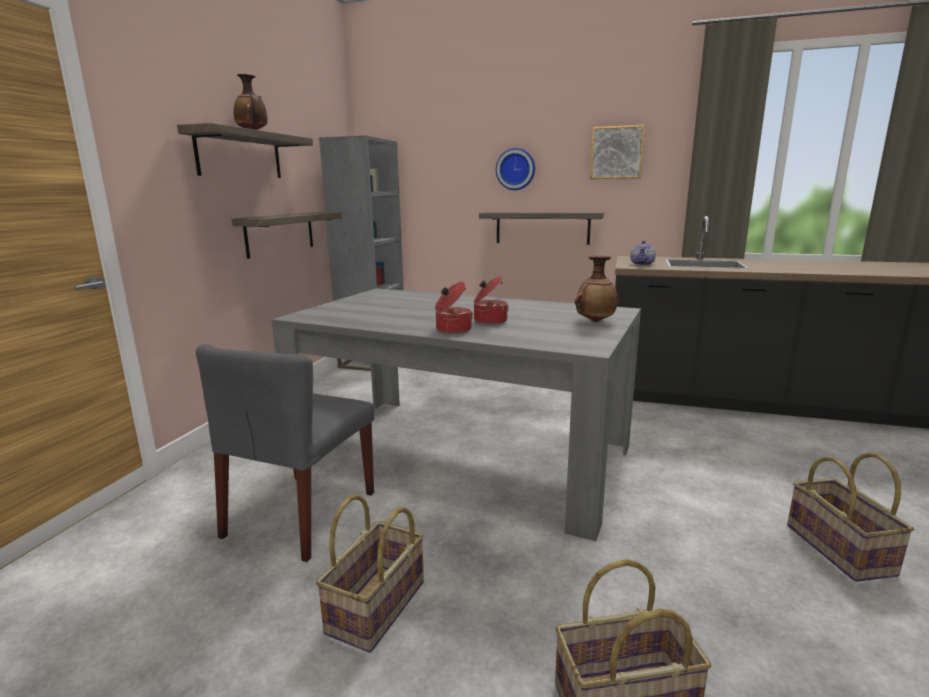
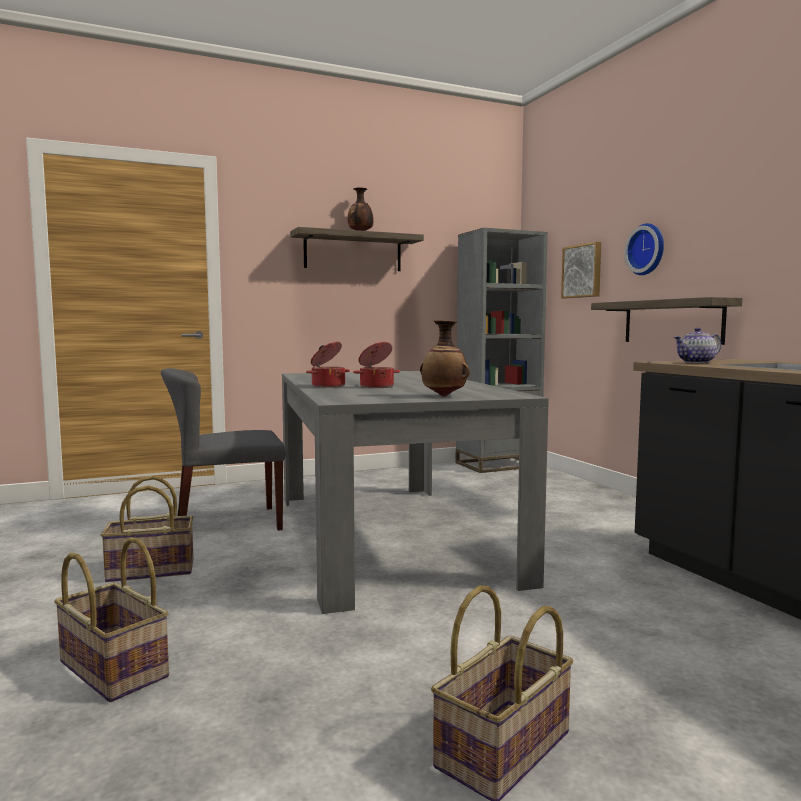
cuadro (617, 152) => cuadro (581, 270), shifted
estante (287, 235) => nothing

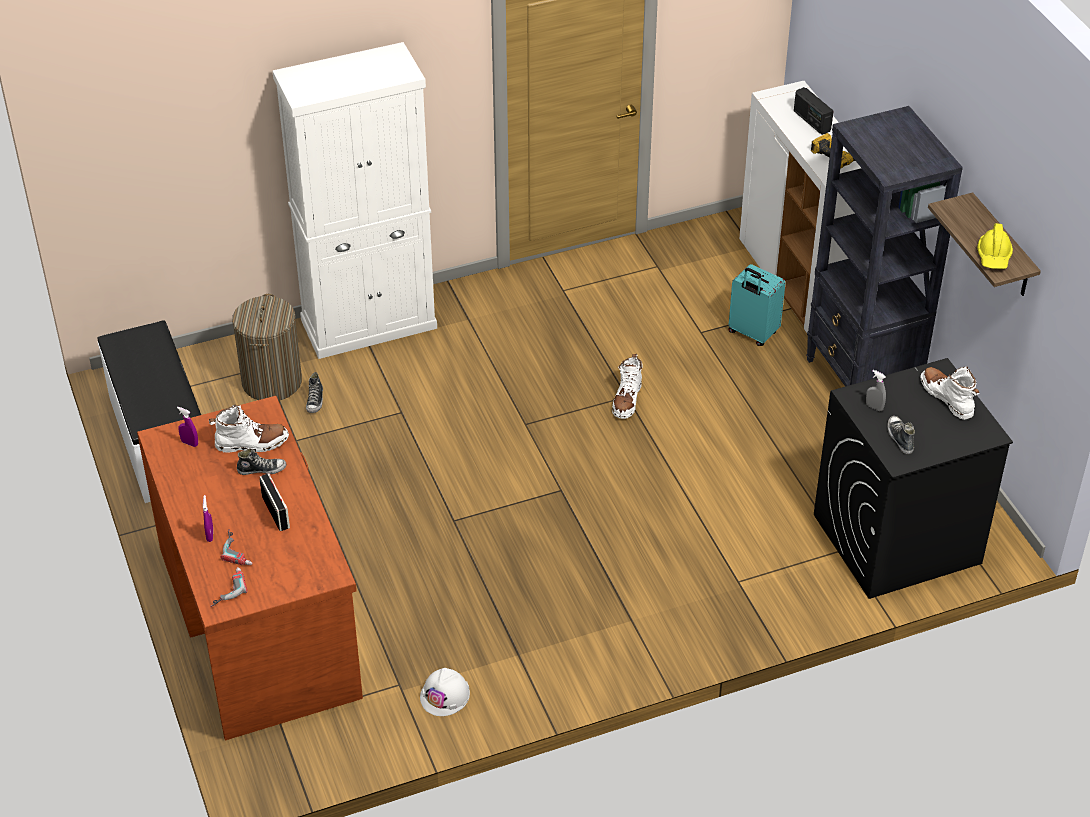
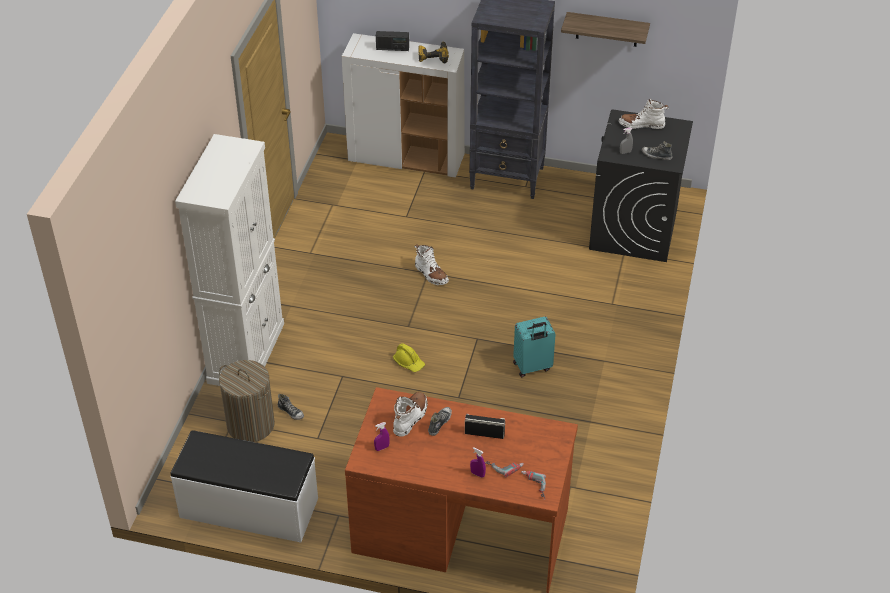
casco [amarillo] (995, 246) => casco [amarillo] (409, 357), shifted
maleta [turquesa] (757, 305) => maleta [turquesa] (534, 346), shifted
casco [blanco] (445, 692) => nothing

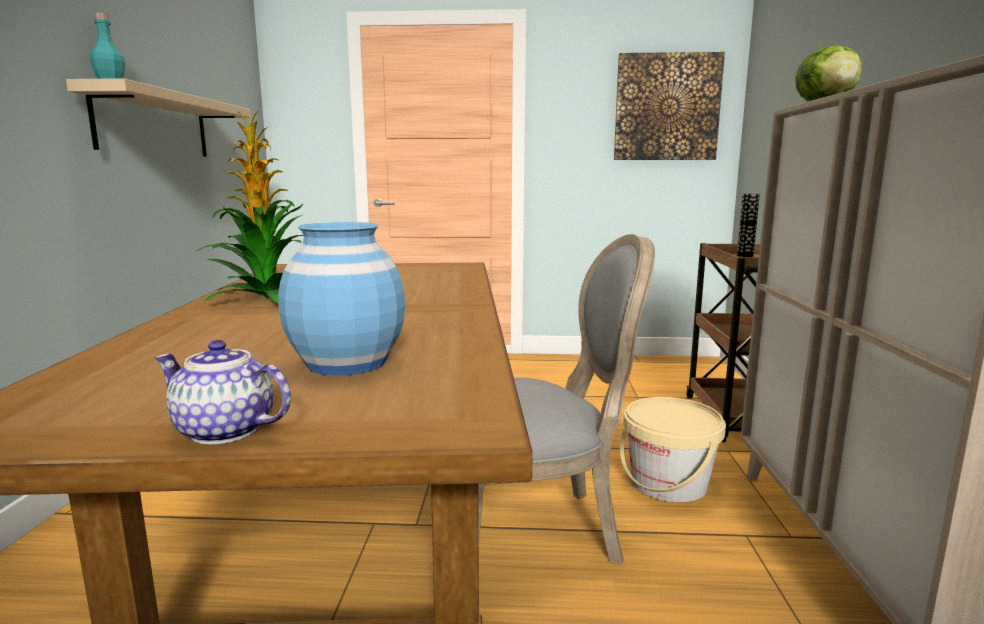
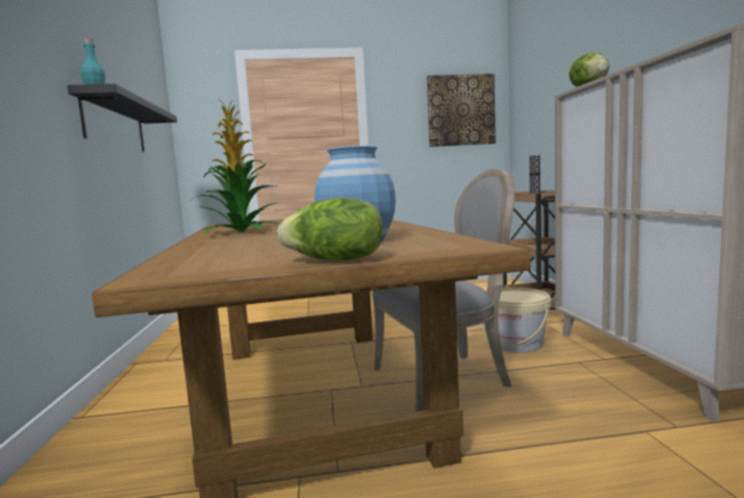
estante [beis] (158, 117) => estante [negro] (122, 118)
tetera (222, 392) => lechuga (330, 229)

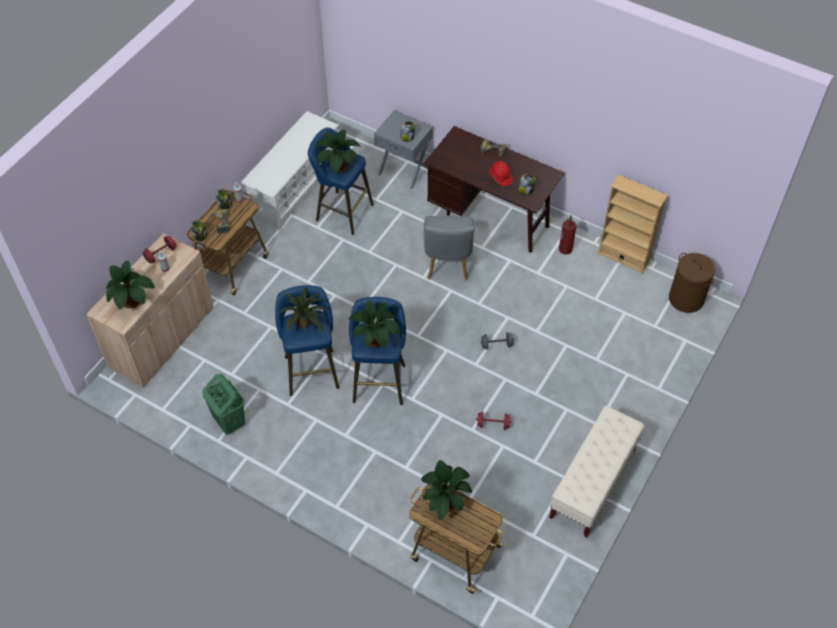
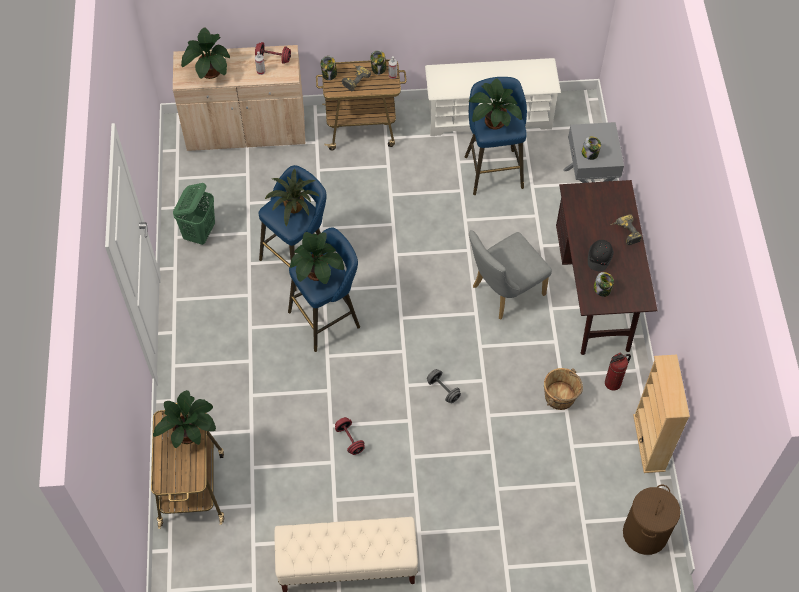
casco [rojo] (501, 174) => casco [negro] (601, 256)
nothing => cubo [marrón] (563, 389)

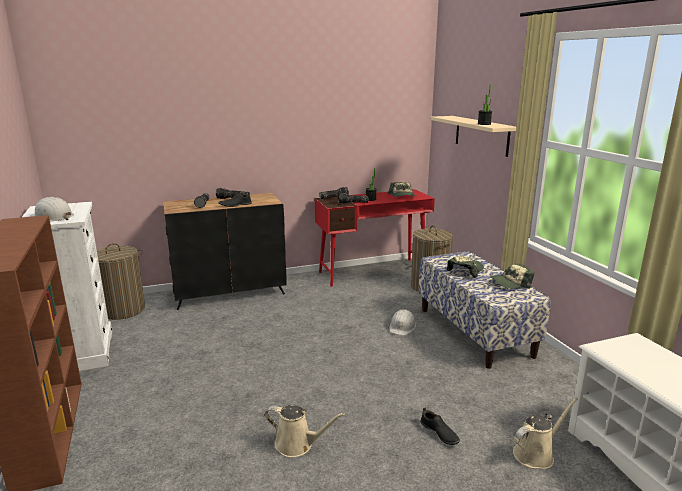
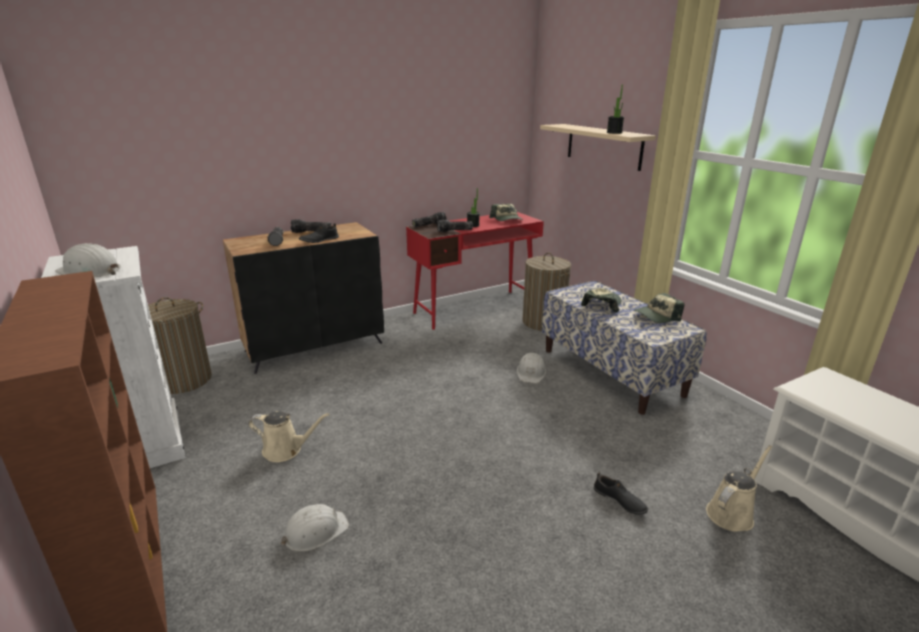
regadera [beis] (305, 431) => regadera [beis] (288, 436), shifted
nothing => casco [blanco] (315, 528)

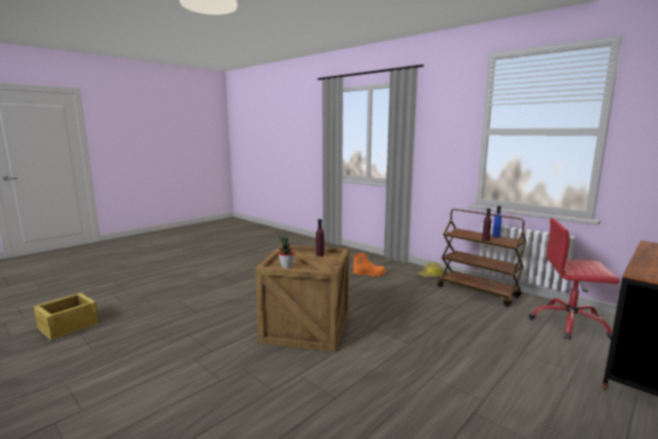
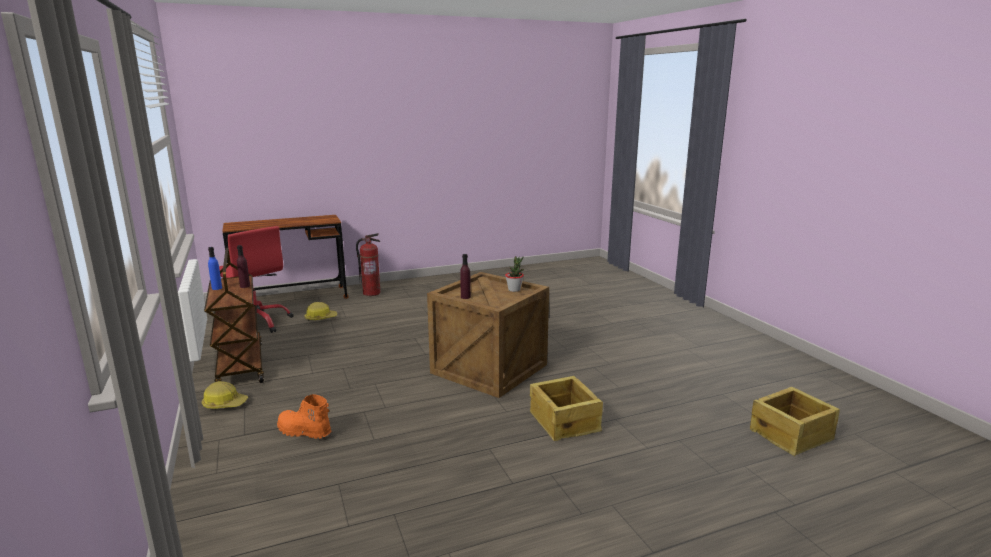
nothing => extintor (368, 264)
nothing => casco (320, 311)
nothing => caja de embalaje (566, 408)

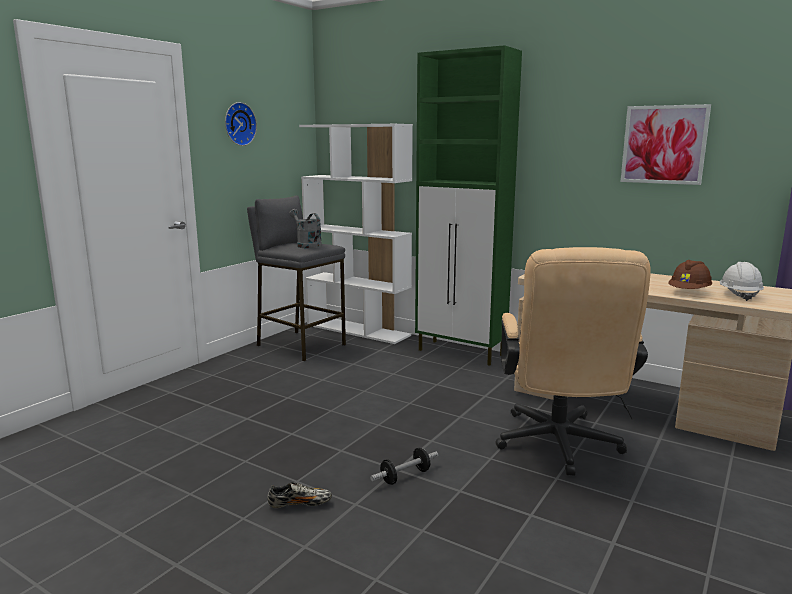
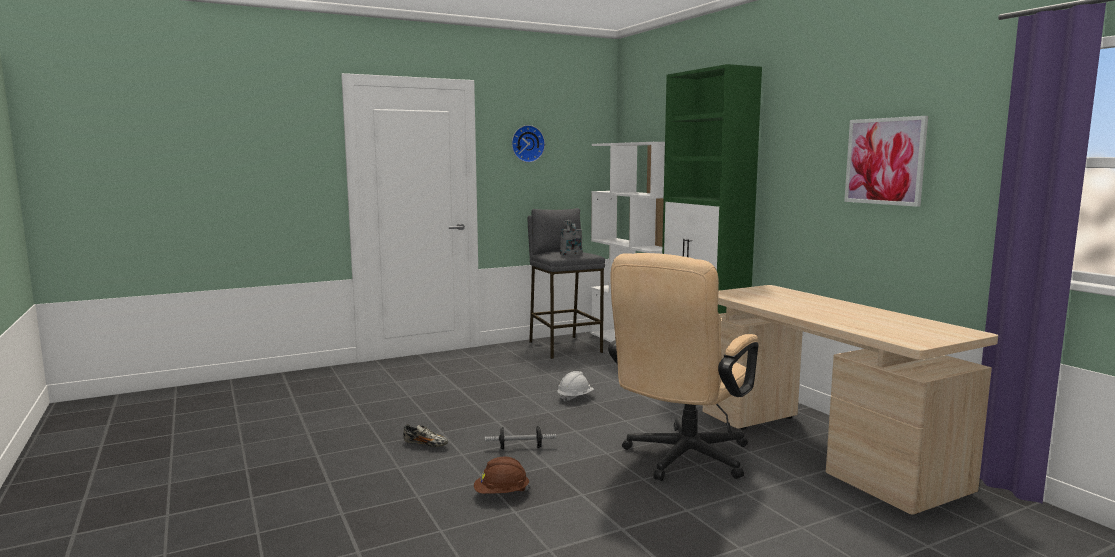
casco [marrón] (690, 274) => casco [marrón] (502, 475), shifted
casco [blanco] (742, 281) => casco [blanco] (575, 387), shifted

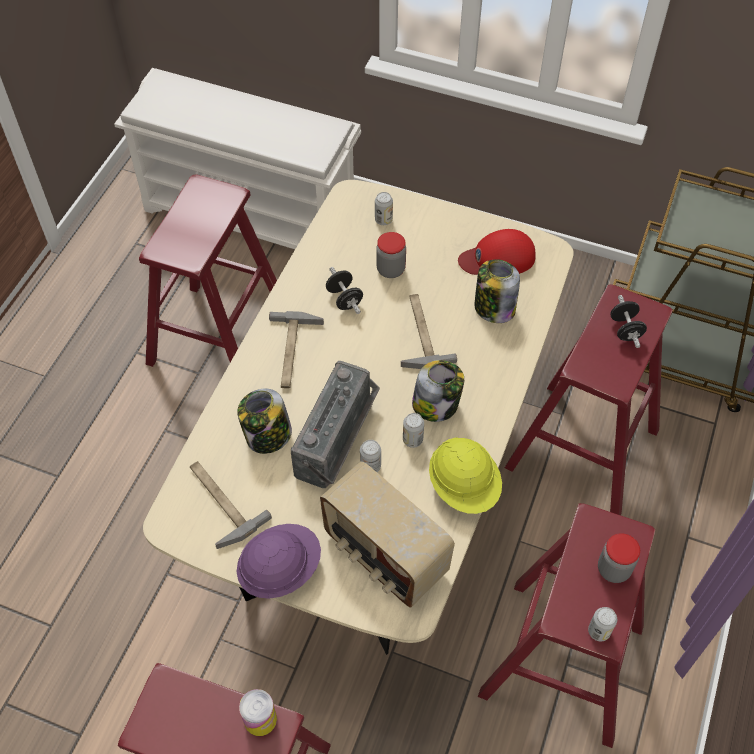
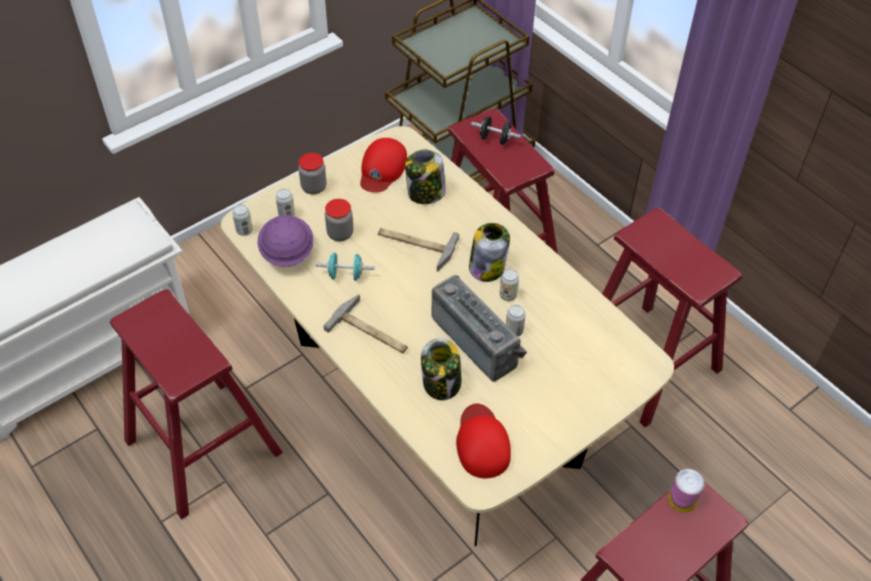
mancuerna [negro] (344, 290) => mancuerna [turquesa] (345, 267)
casco [amarillo] (465, 475) => nothing
martillo (231, 505) => gorra [rojo] (483, 440)
radio (387, 534) => nothing
casco [morado] (279, 561) => casco [morado] (286, 241), shifted
tarro (619, 558) => tarro (312, 173), shifted
lata (602, 624) => lata (242, 220), shifted

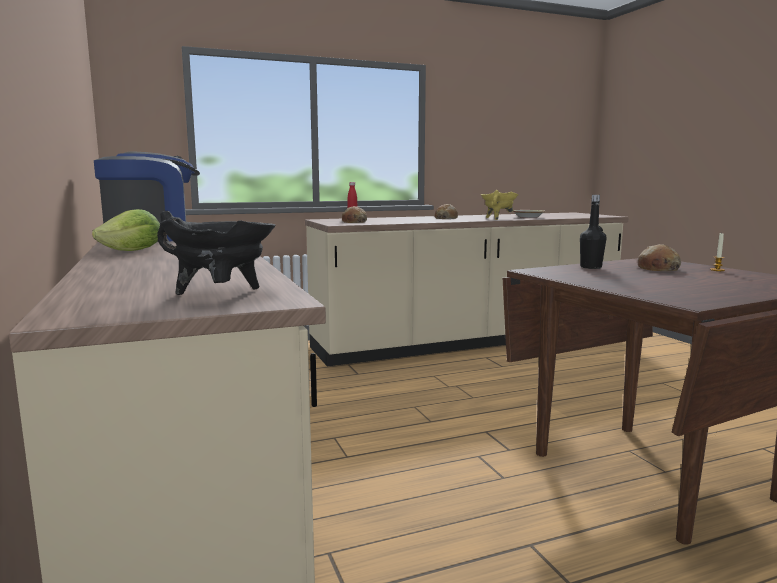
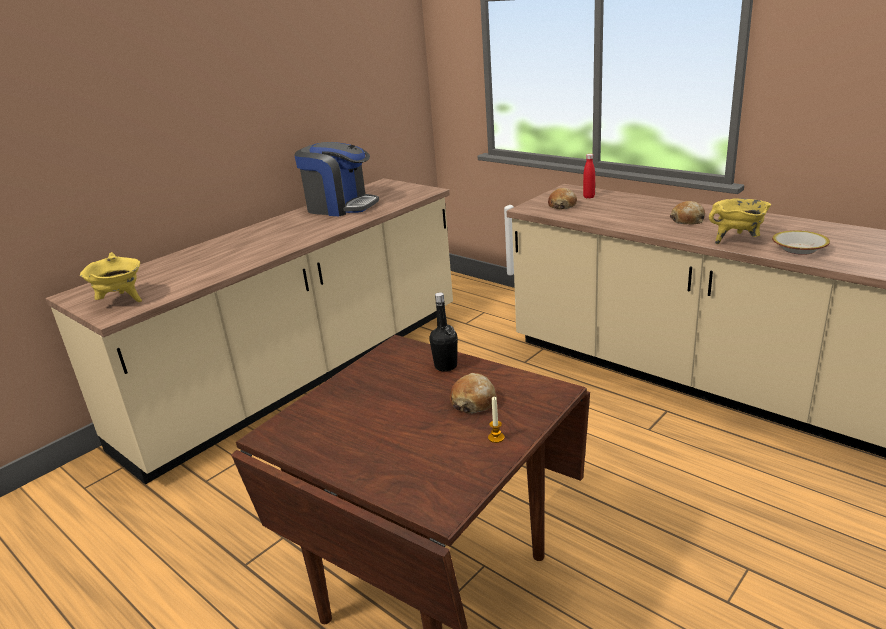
lechuga (126, 230) => nothing
olla [negro] (216, 253) => olla [amarillo] (111, 277)

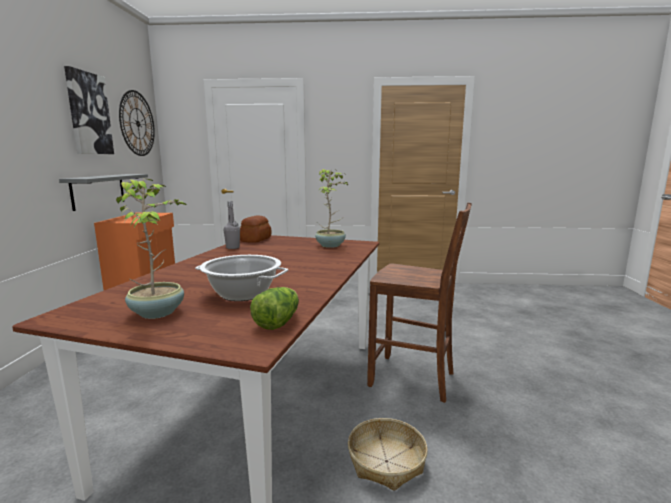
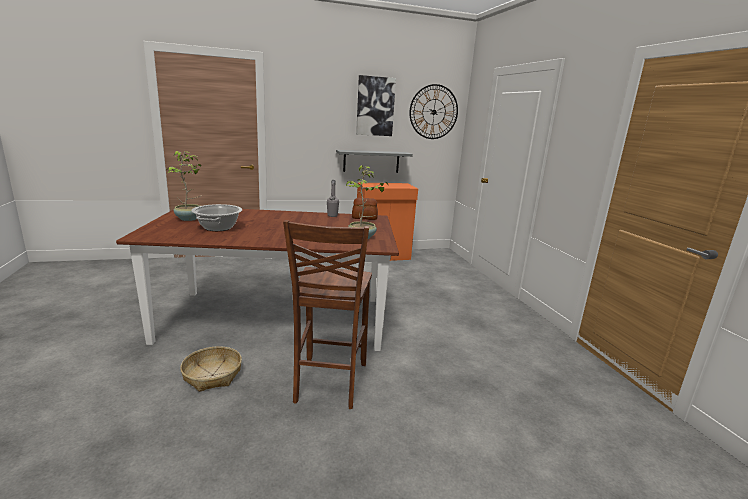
lechuga (274, 308) => nothing

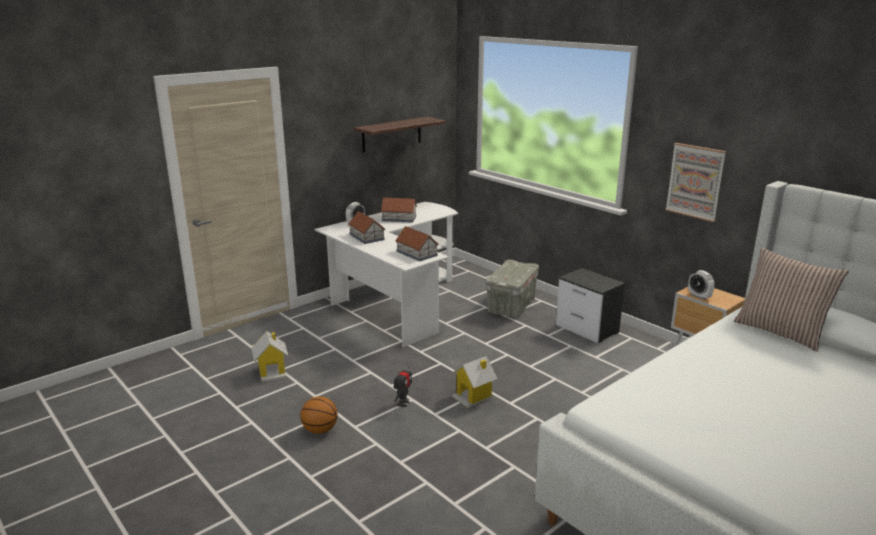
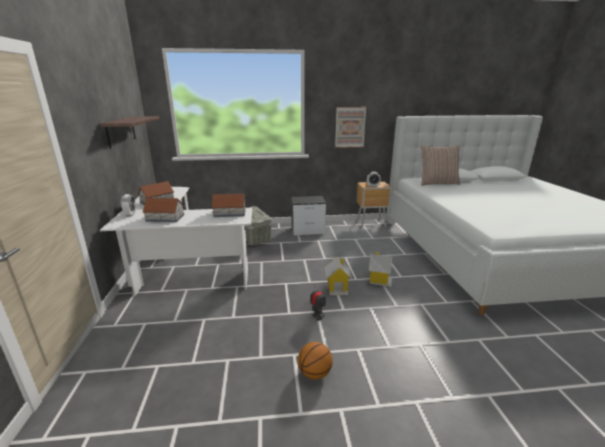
casita (270, 356) => casita (380, 269), shifted

